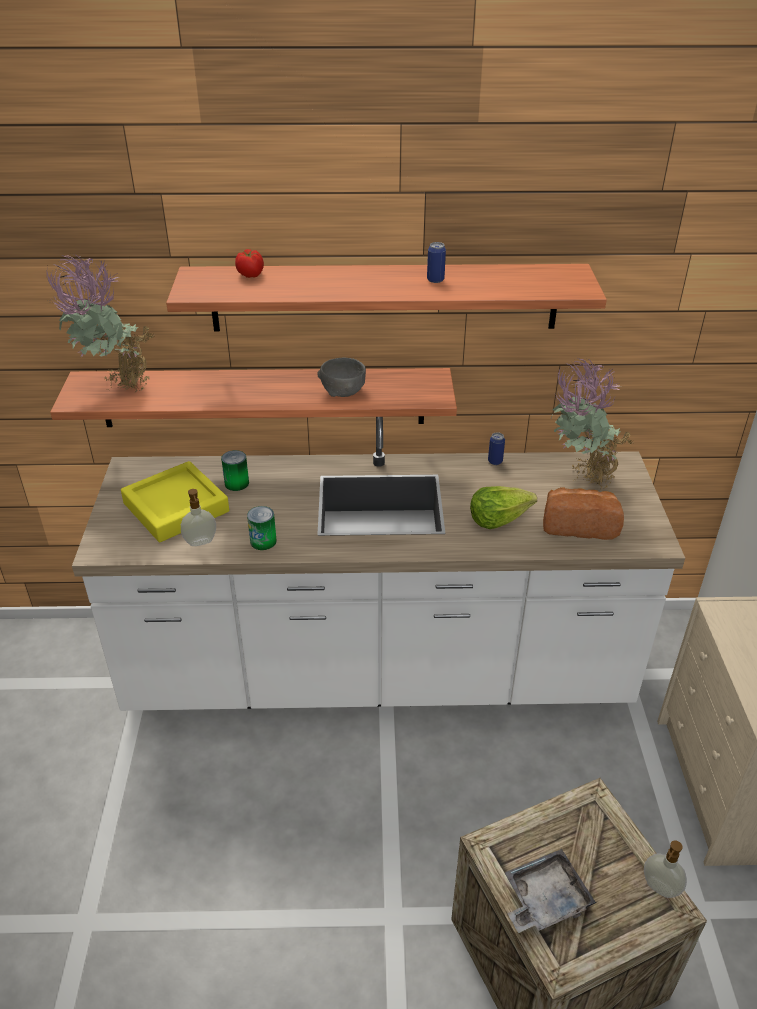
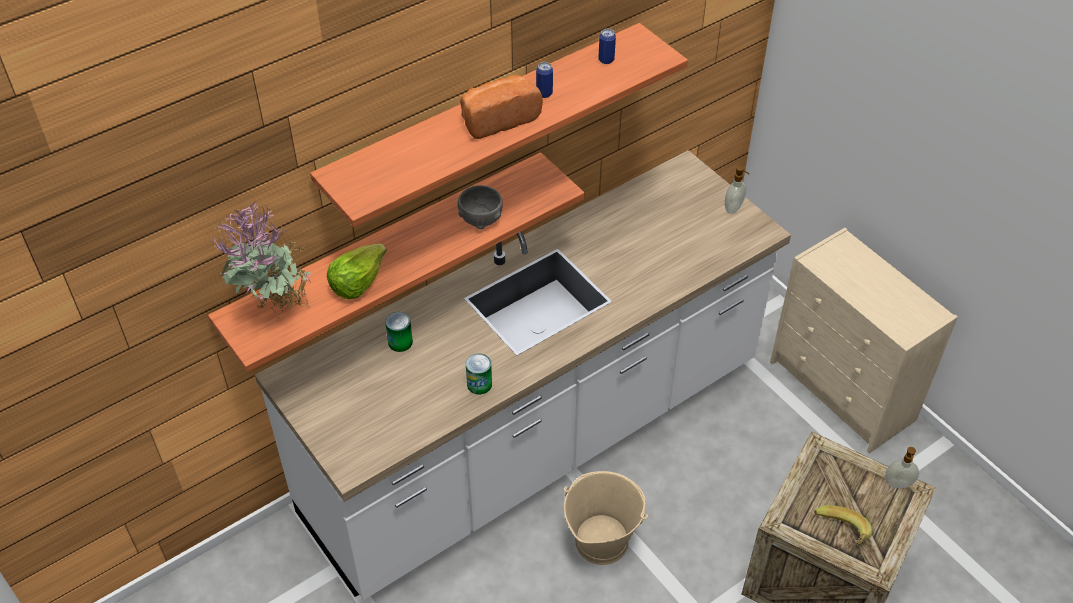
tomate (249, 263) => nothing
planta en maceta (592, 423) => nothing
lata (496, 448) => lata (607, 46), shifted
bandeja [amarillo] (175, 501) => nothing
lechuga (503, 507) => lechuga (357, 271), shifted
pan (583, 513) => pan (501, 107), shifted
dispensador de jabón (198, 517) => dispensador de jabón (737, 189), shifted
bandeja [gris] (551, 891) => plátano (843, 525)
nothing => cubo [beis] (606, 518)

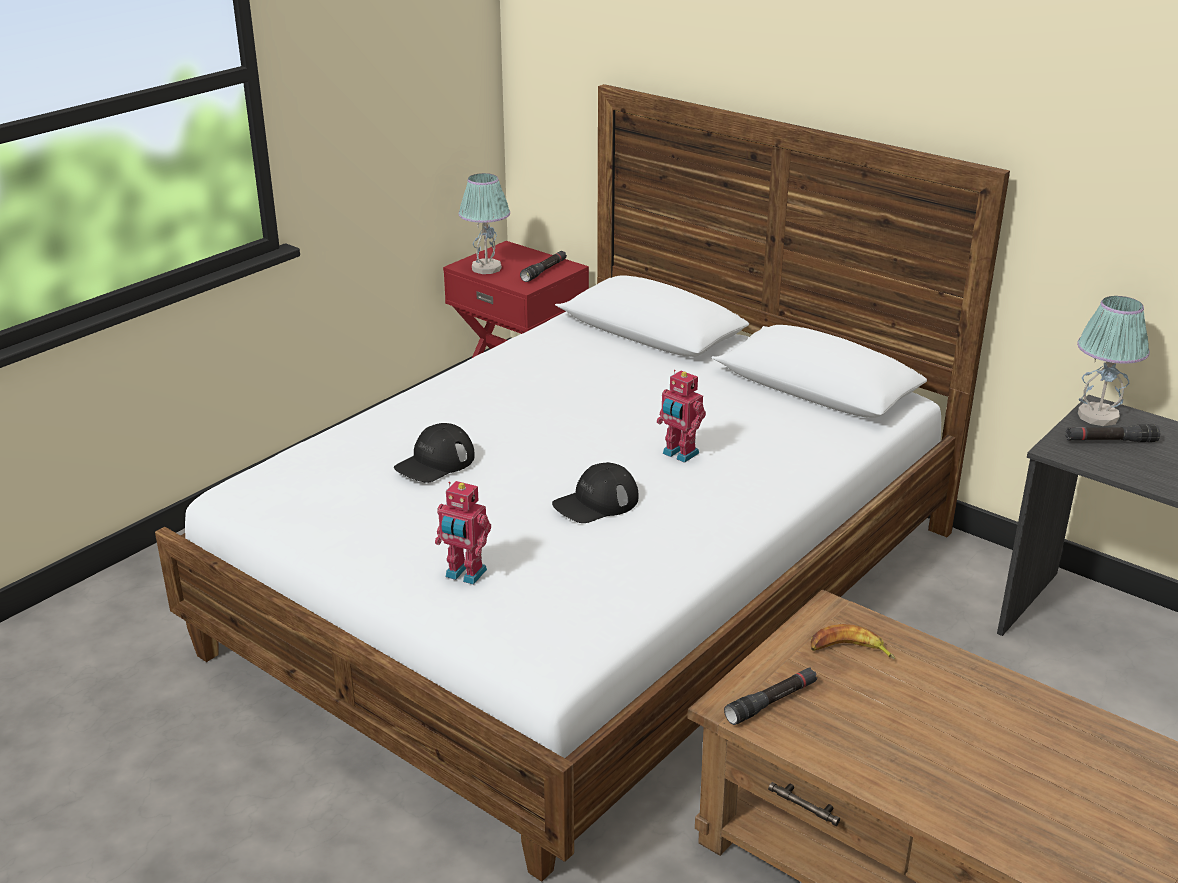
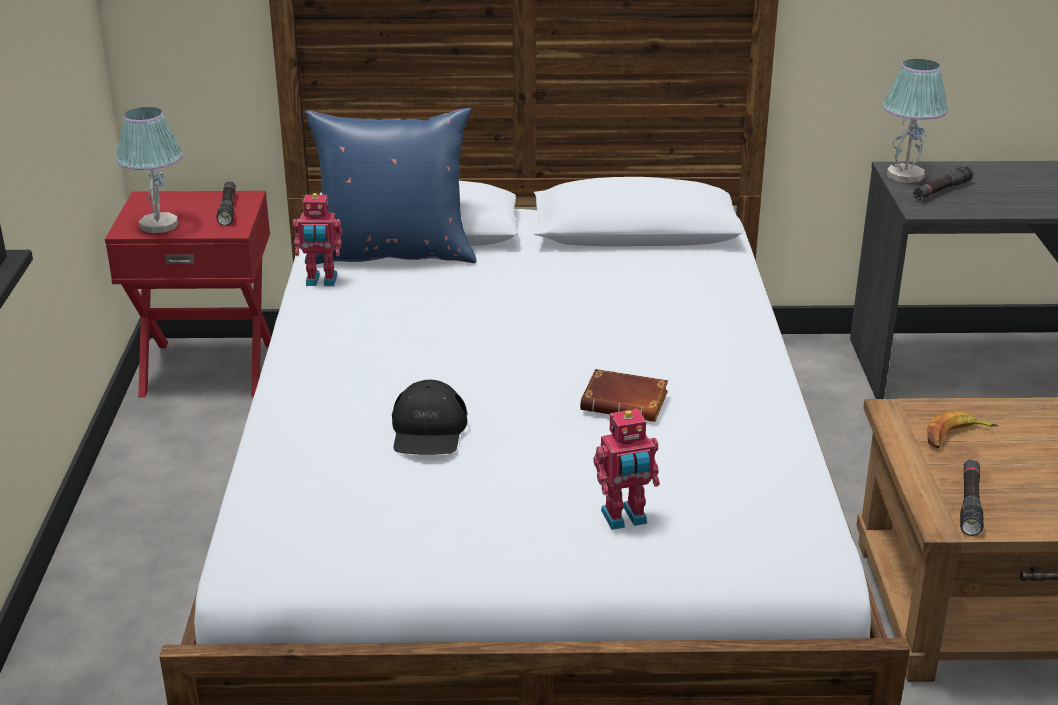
robot de juguete (681, 416) => robot de juguete (317, 239), shifted
gorra [negro] (595, 492) => libro [marrón] (624, 395)
nothing => cojín [azul] (391, 186)

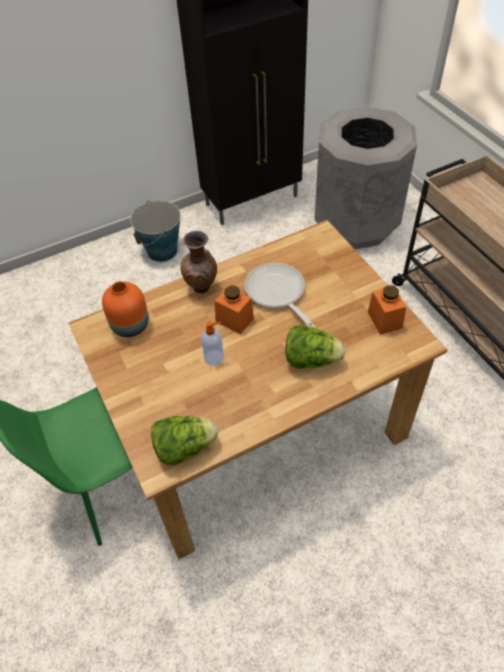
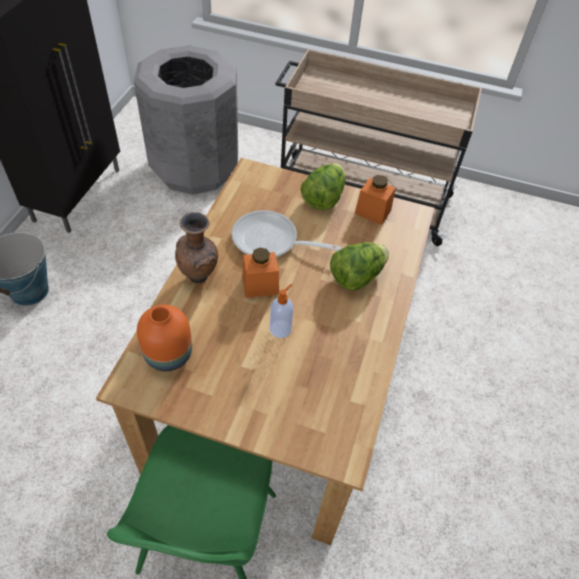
lechuga (184, 440) => lechuga (322, 186), shifted

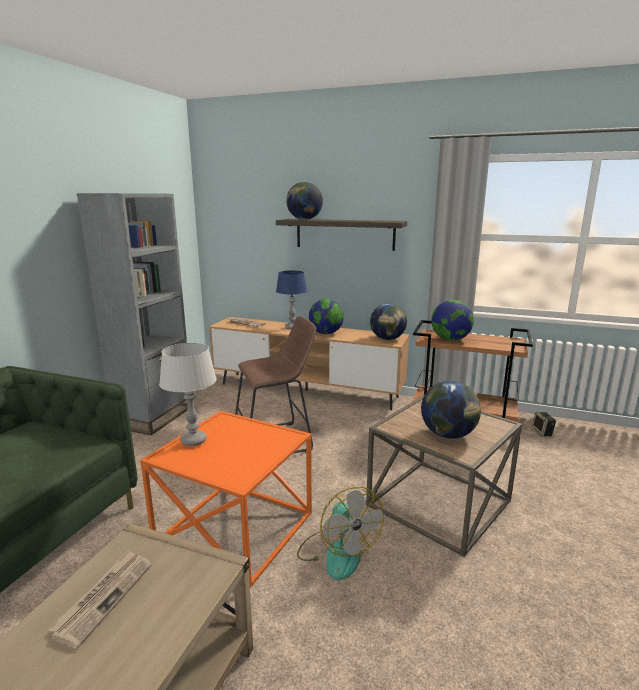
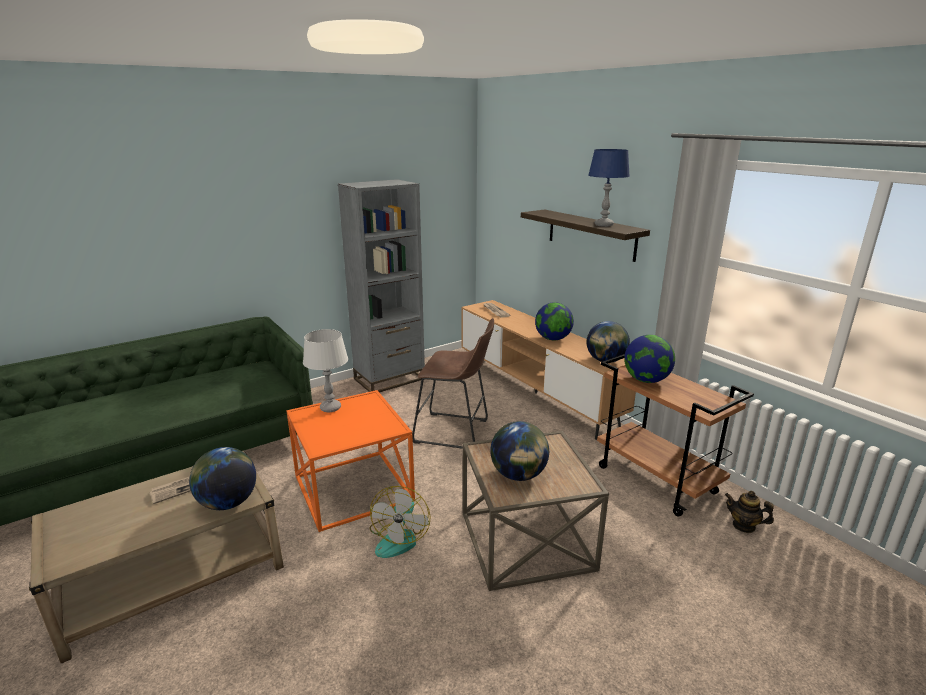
globo terráqueo (304, 201) => globo terráqueo (222, 478), shifted
lámpara de mesa [azul] (291, 299) => lámpara de mesa [azul] (609, 188), shifted
altavoz (544, 424) => tetera (749, 512)

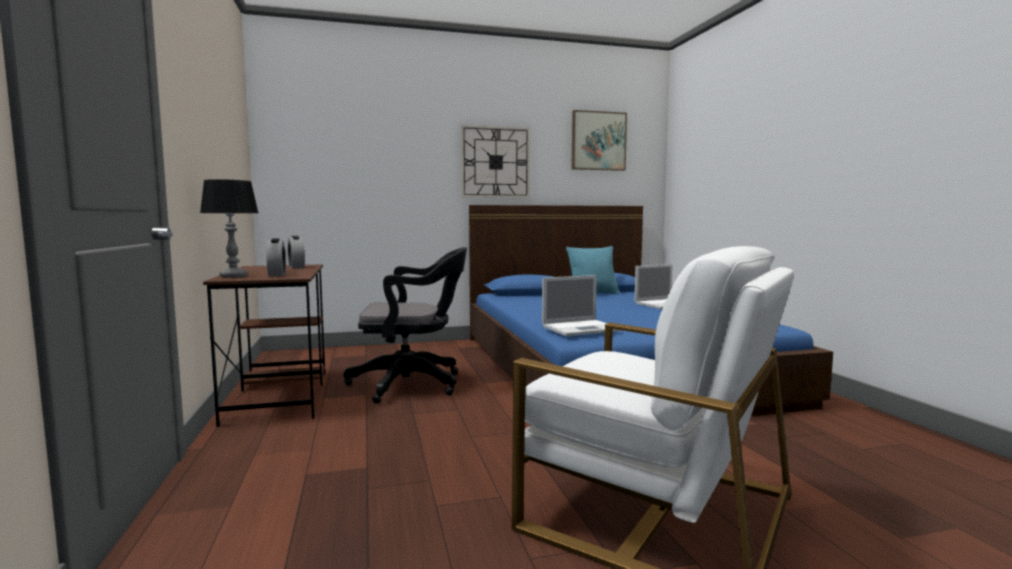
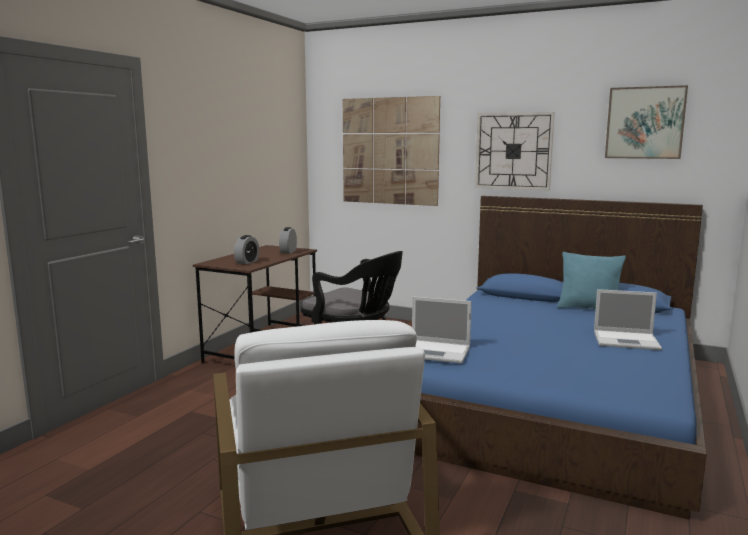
lámpara de mesa (229, 228) => nothing
nothing => cuadro (391, 151)

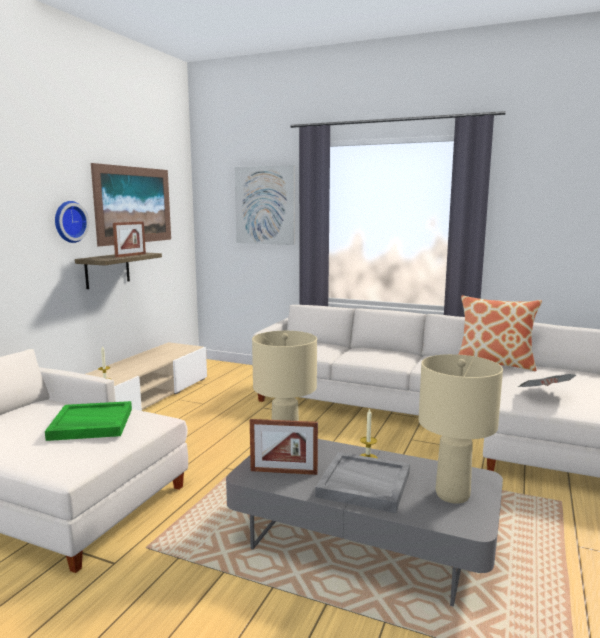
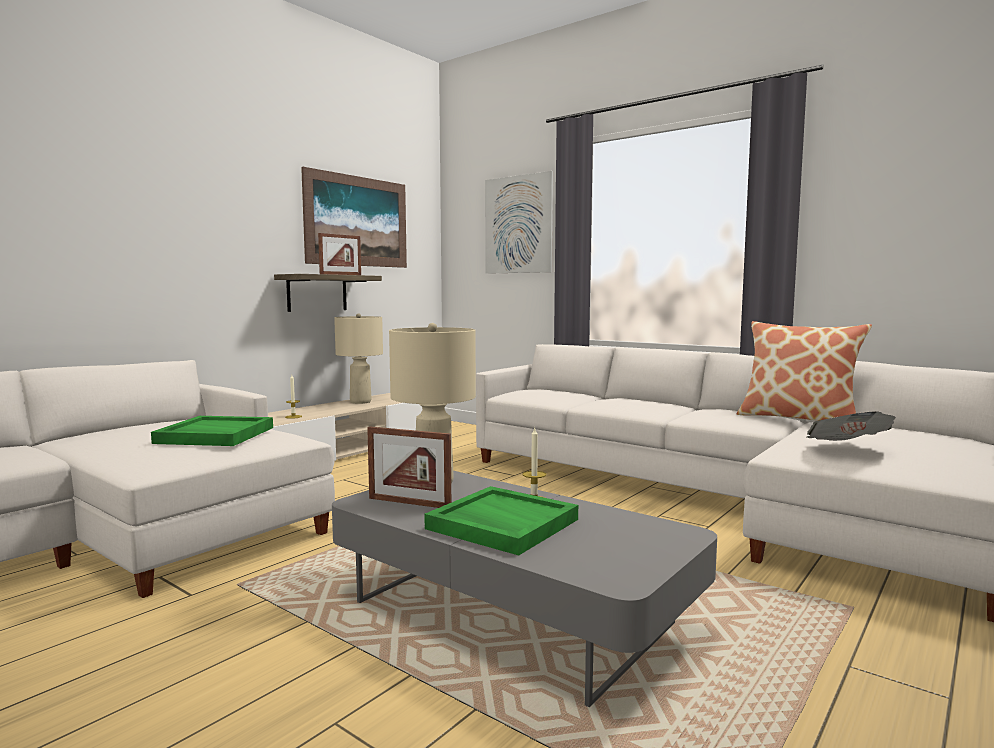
reloj de pared (72, 222) => nothing
lámpara de mesa [beis] (461, 429) => lámpara de mesa [beis] (358, 358), shifted
bandeja [gris] (362, 482) => bandeja [verde] (501, 521)

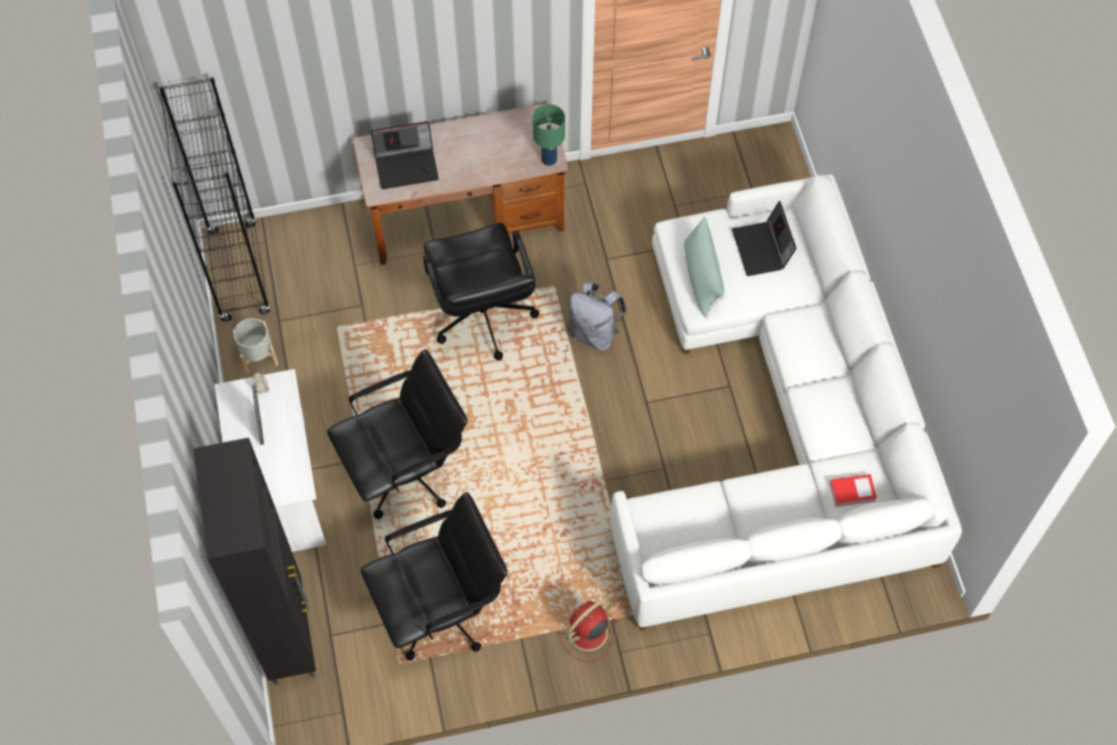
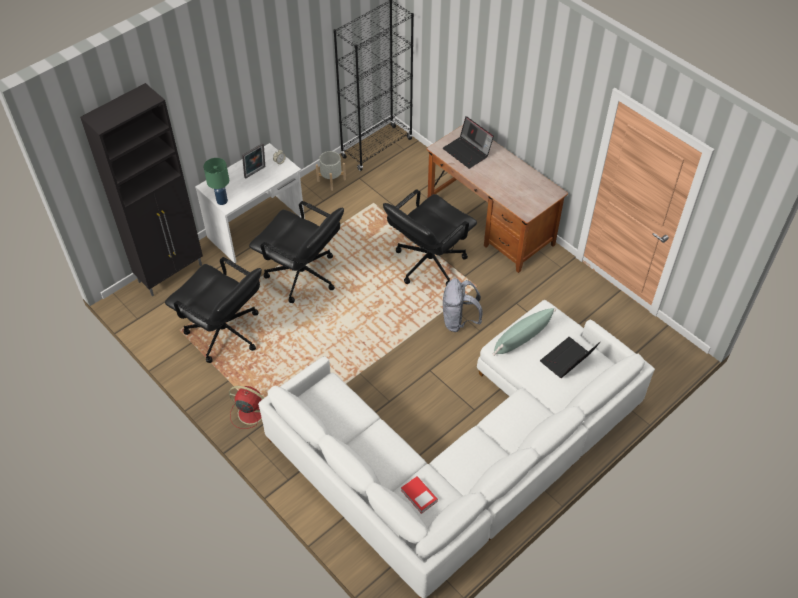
lámpara de mesa [verde] (549, 135) => lámpara de mesa [verde] (216, 181), shifted

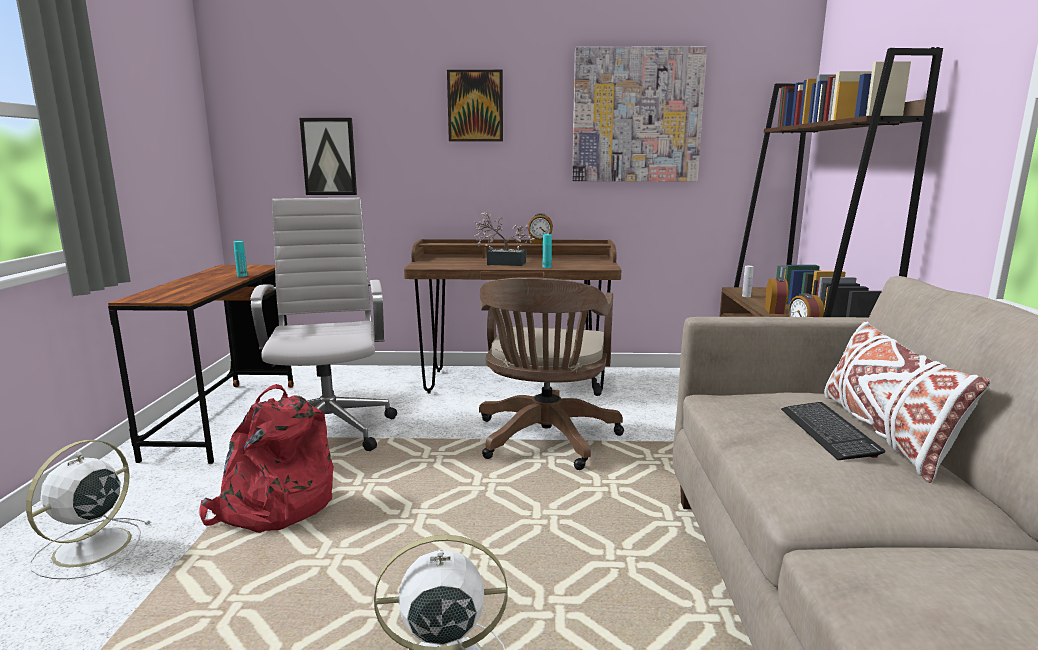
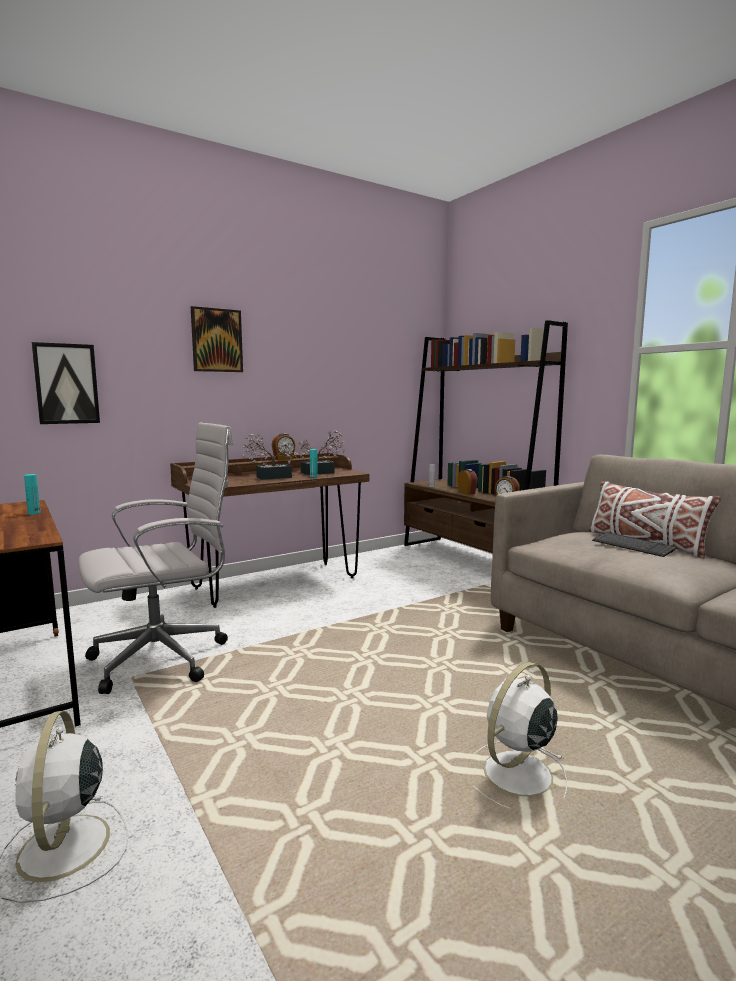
cuadro (639, 113) => nothing
silla de oficina [blanco] (323, 324) => silla de oficina [blanco] (155, 558), 105 degrees clockwise
silla de oficina [marrón] (551, 373) => nothing
mochila [rojo] (266, 458) => nothing
nothing => planta en maceta (319, 452)

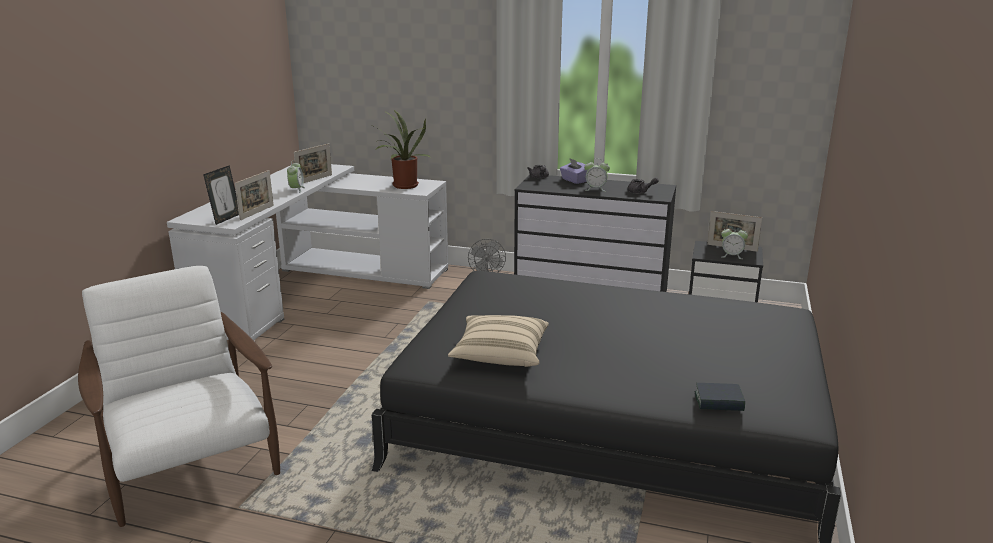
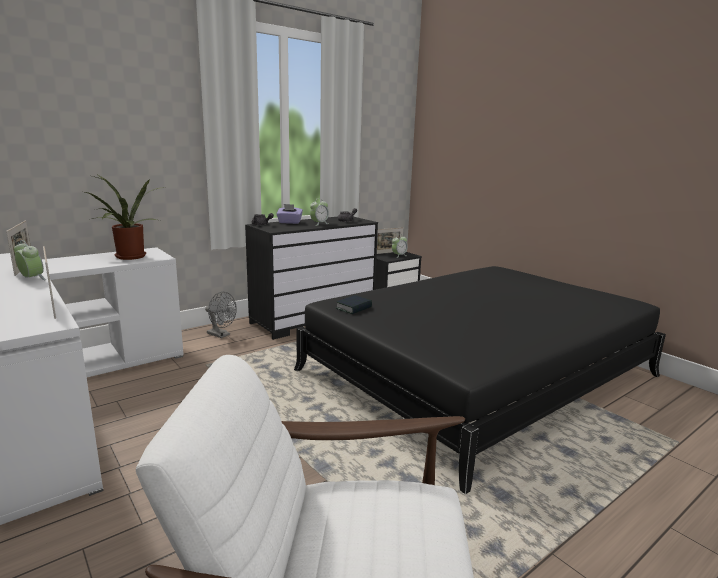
portarretratos (221, 195) => nothing
cojín [beis] (498, 341) => nothing
libro (720, 397) => libro (354, 304), shifted

